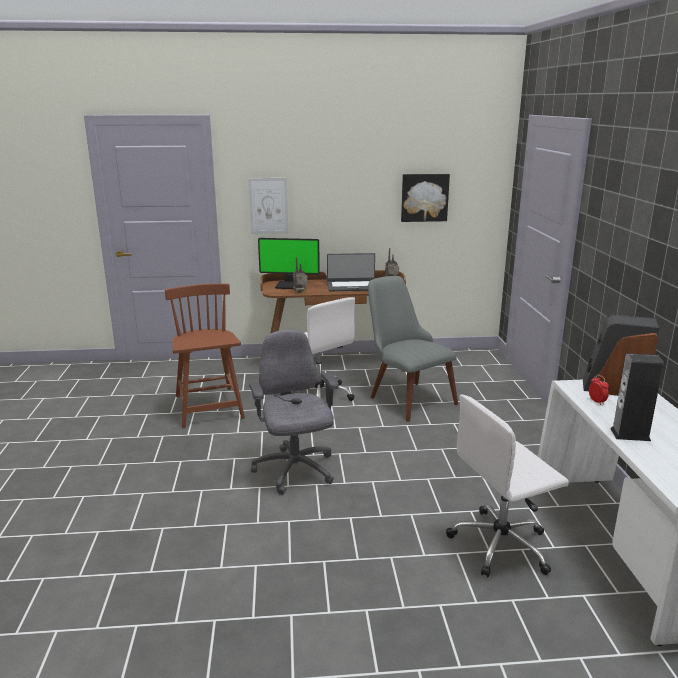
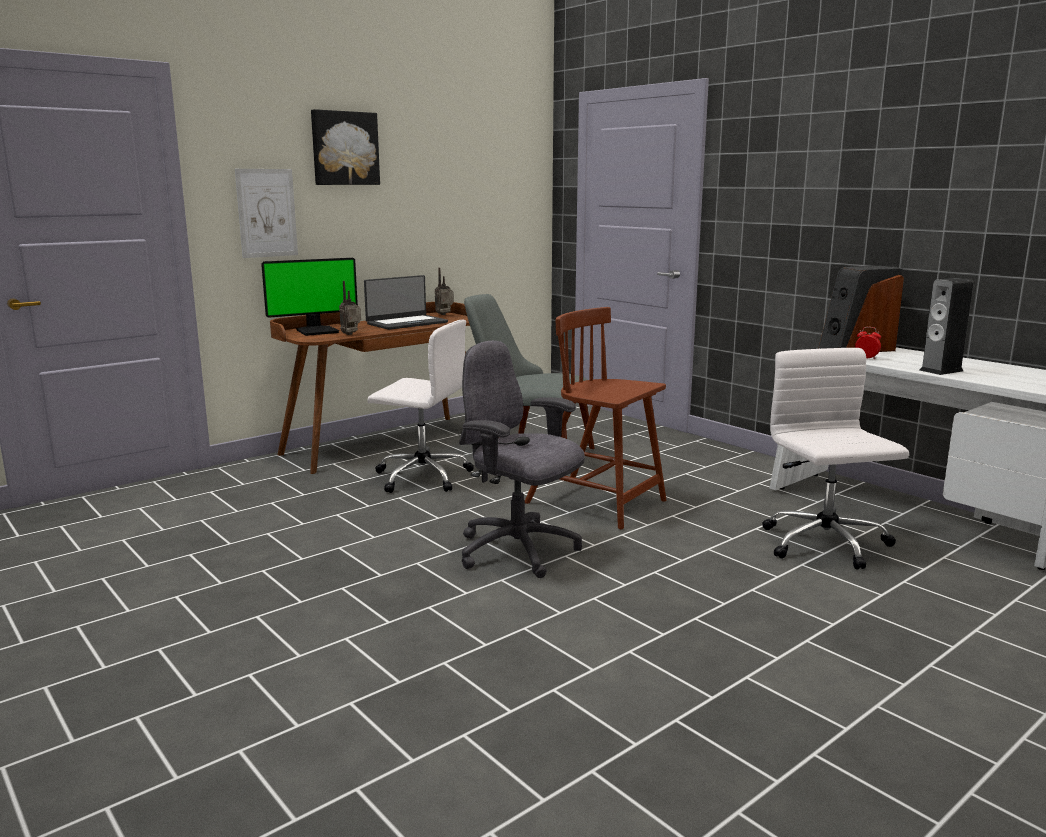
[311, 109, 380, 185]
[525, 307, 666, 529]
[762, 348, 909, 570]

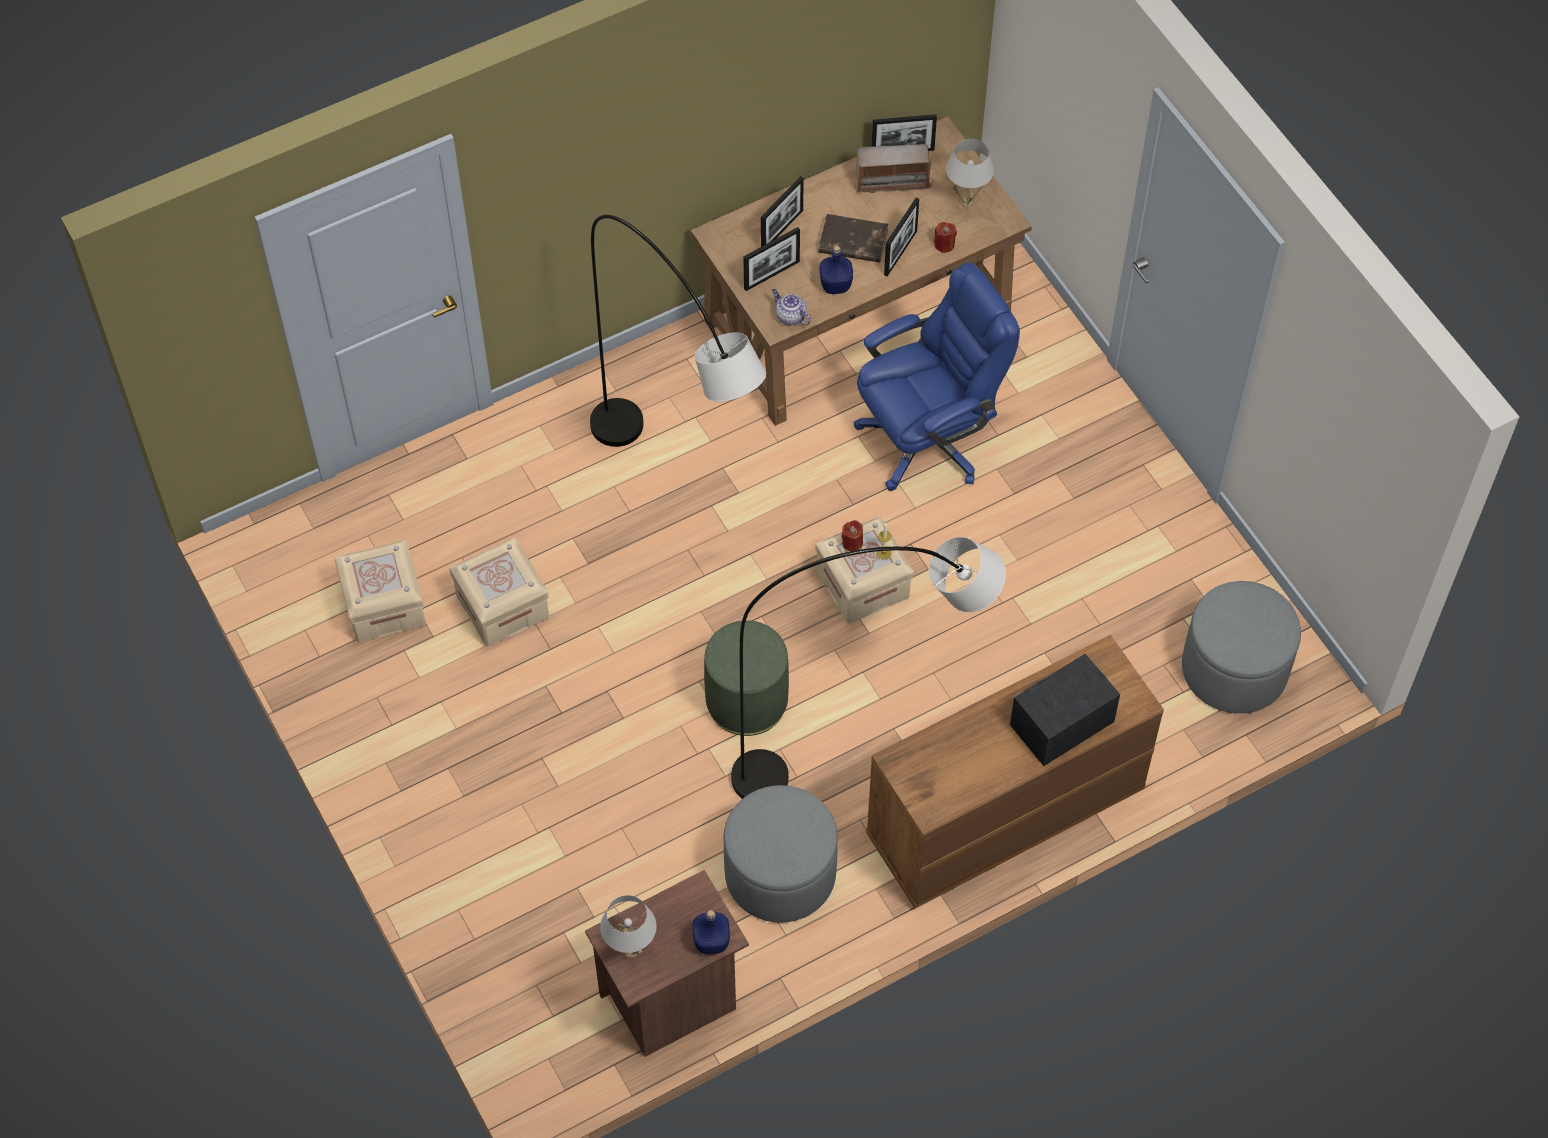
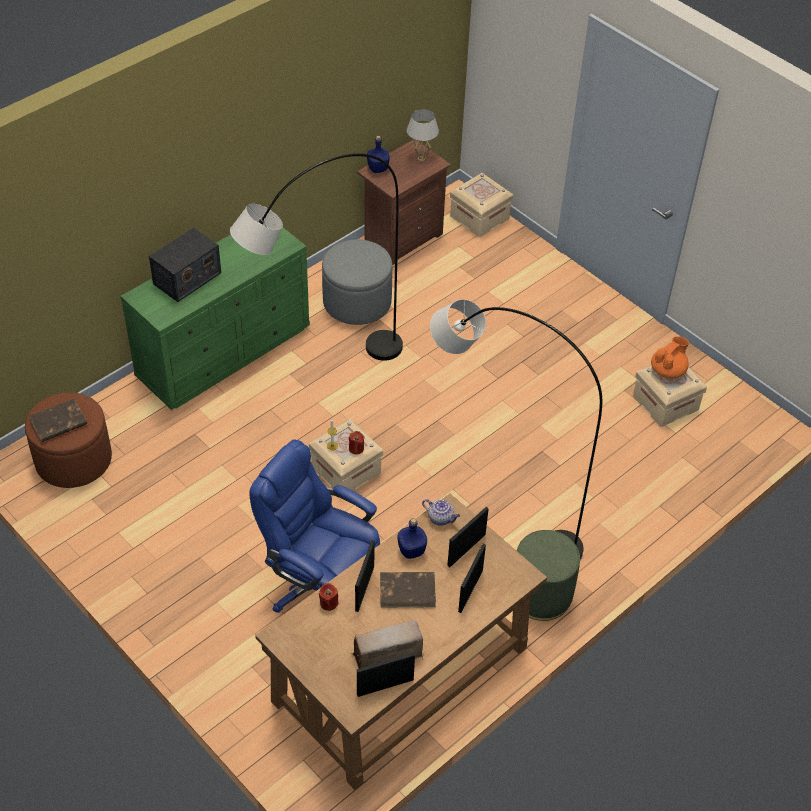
[946, 139, 994, 207] (first image)
[249, 439, 380, 613]
[450, 173, 513, 237]
[25, 392, 112, 488]
[517, 530, 580, 621]
[121, 227, 310, 410]
[651, 337, 689, 378]
[29, 399, 87, 442]

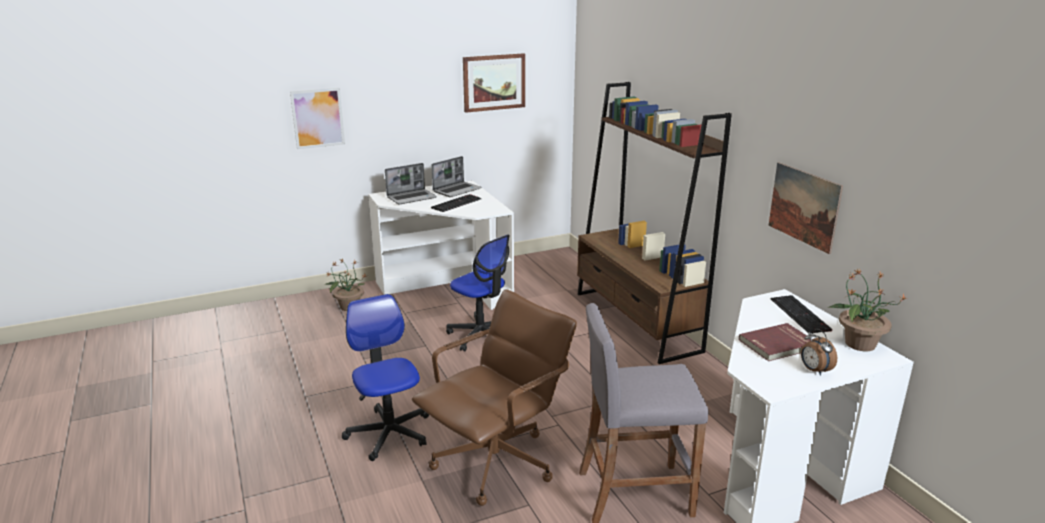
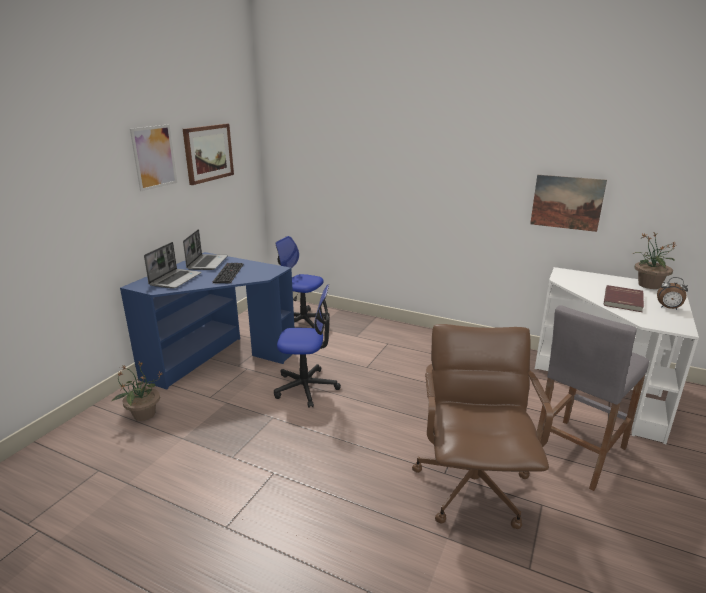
[577, 82, 732, 364] (first image)
[130, 124, 177, 191]
[120, 252, 294, 390]
[275, 236, 330, 329]
[771, 295, 832, 334] (first image)

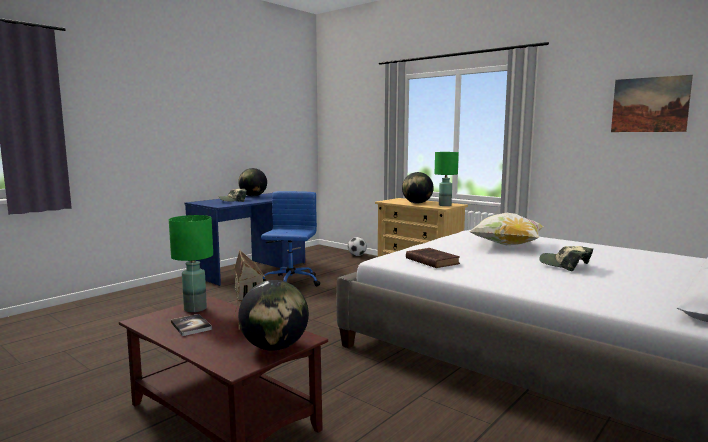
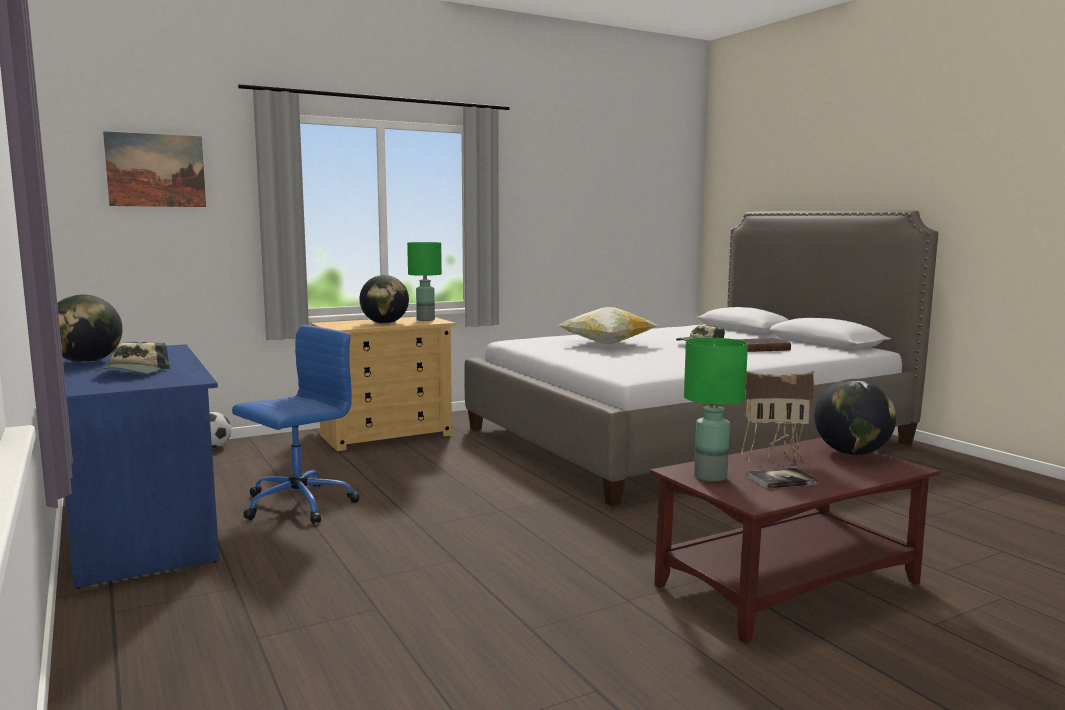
[103, 131, 206, 207]
[232, 325, 360, 524]
[736, 338, 791, 352]

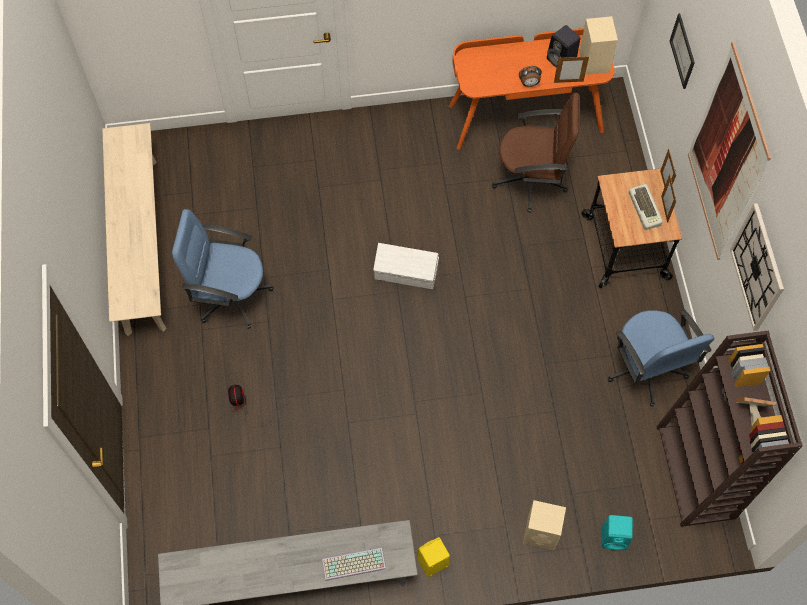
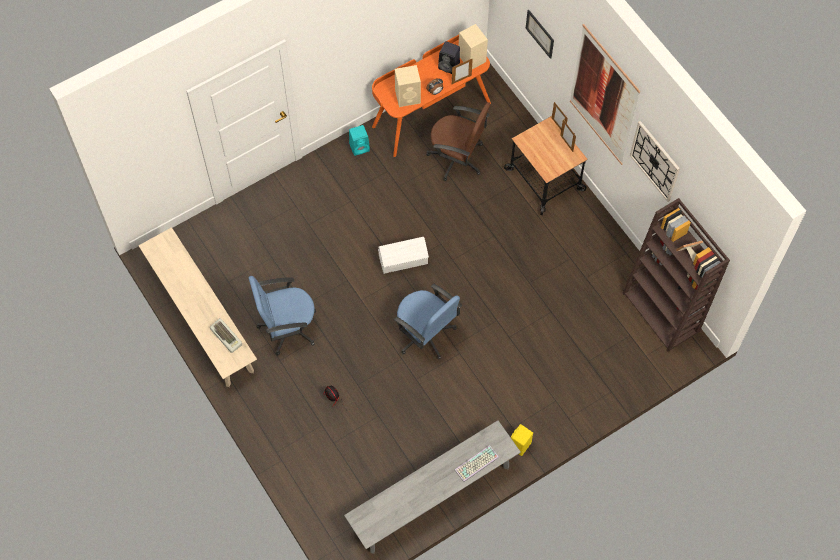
[426, 102, 491, 181]
[210, 318, 242, 353]
[394, 284, 462, 359]
[395, 65, 421, 107]
[349, 125, 370, 156]

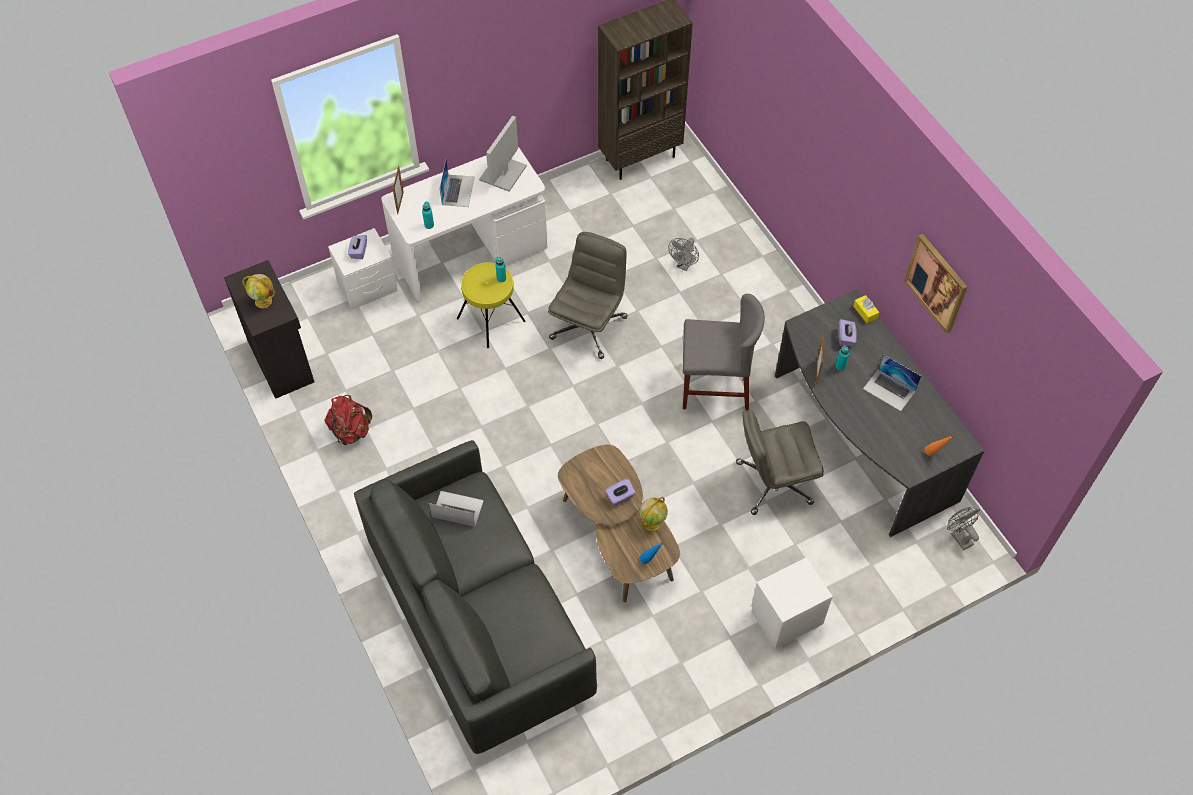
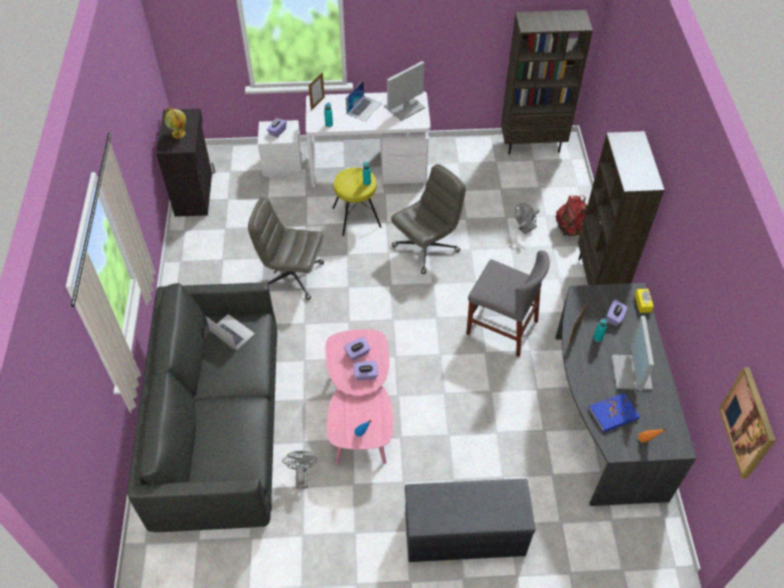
[719, 367, 776, 479]
[612, 316, 654, 391]
[556, 195, 587, 237]
[248, 197, 324, 300]
[325, 329, 393, 464]
[640, 497, 668, 532] (first image)
[282, 451, 317, 489]
[405, 479, 535, 562]
[578, 131, 664, 285]
[344, 337, 370, 361]
[588, 393, 640, 433]

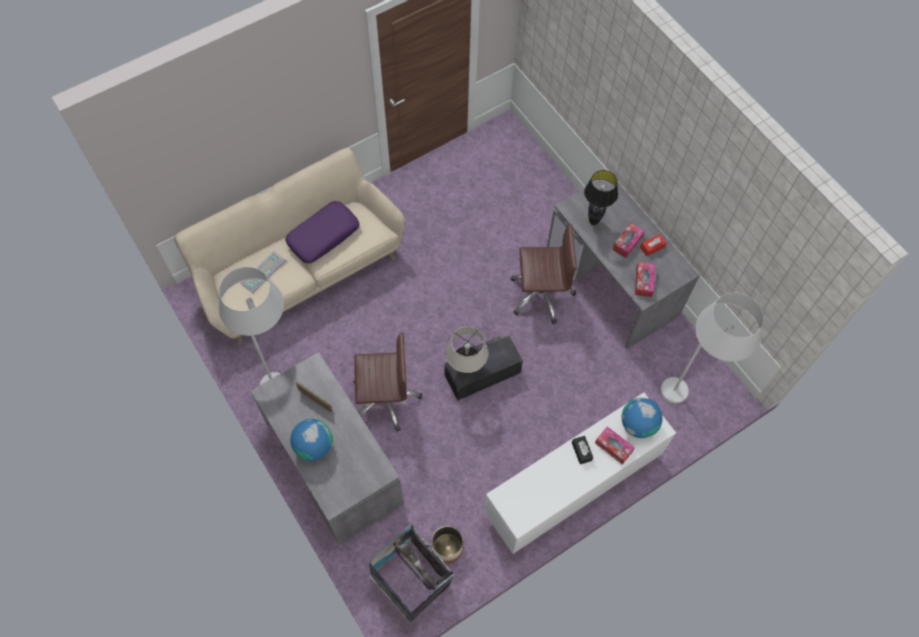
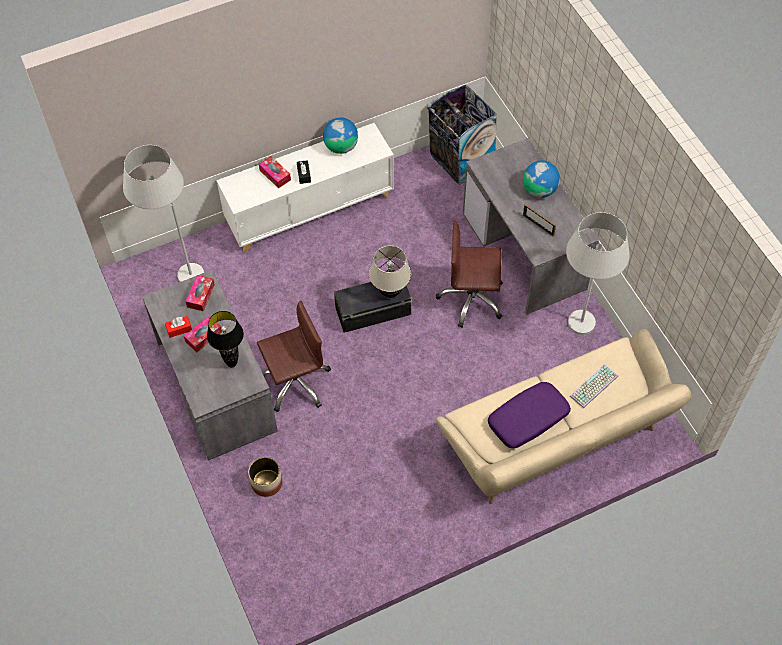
[257, 300, 331, 412]
[323, 118, 358, 154]
[248, 457, 282, 497]

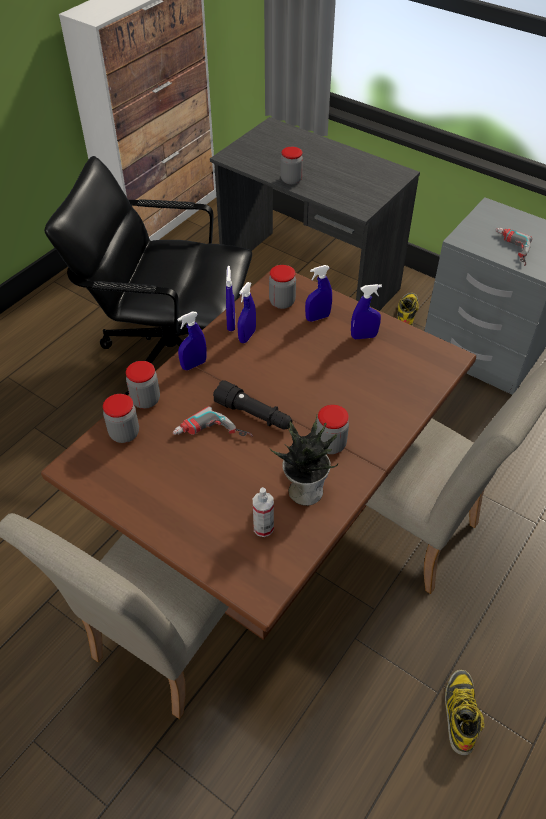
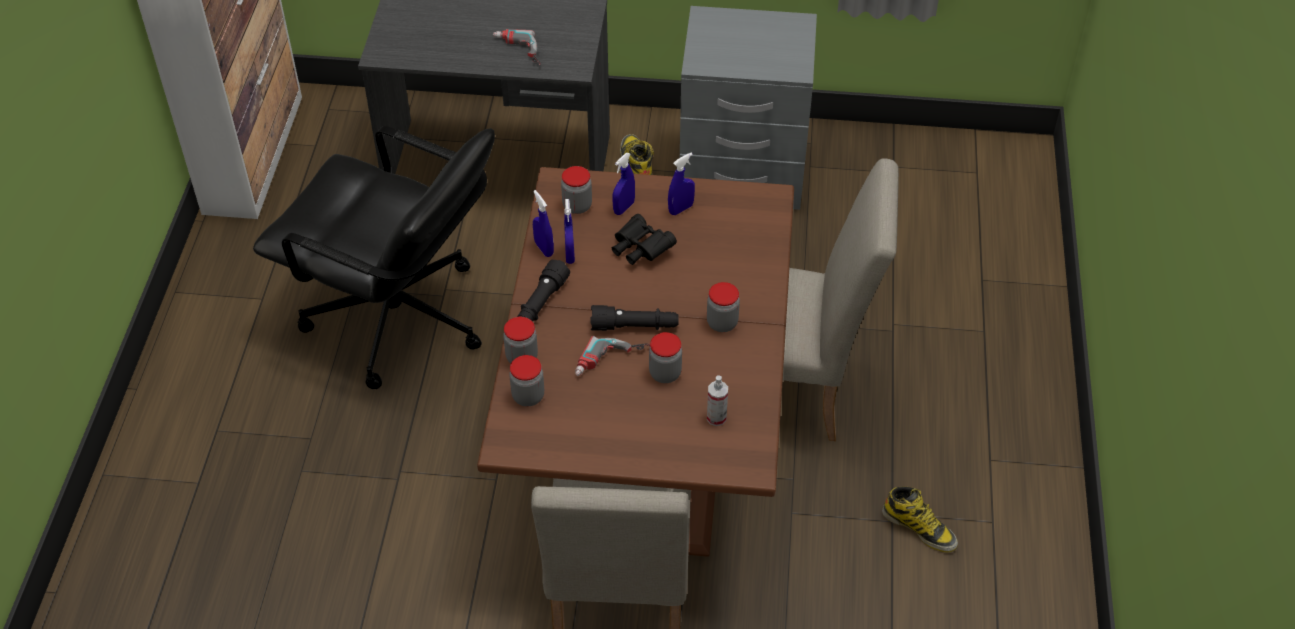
[649, 332, 682, 383]
[253, 126, 495, 389]
[493, 29, 541, 66]
[517, 259, 570, 322]
[270, 415, 338, 506] (first image)
[882, 487, 958, 553]
[612, 214, 677, 265]

